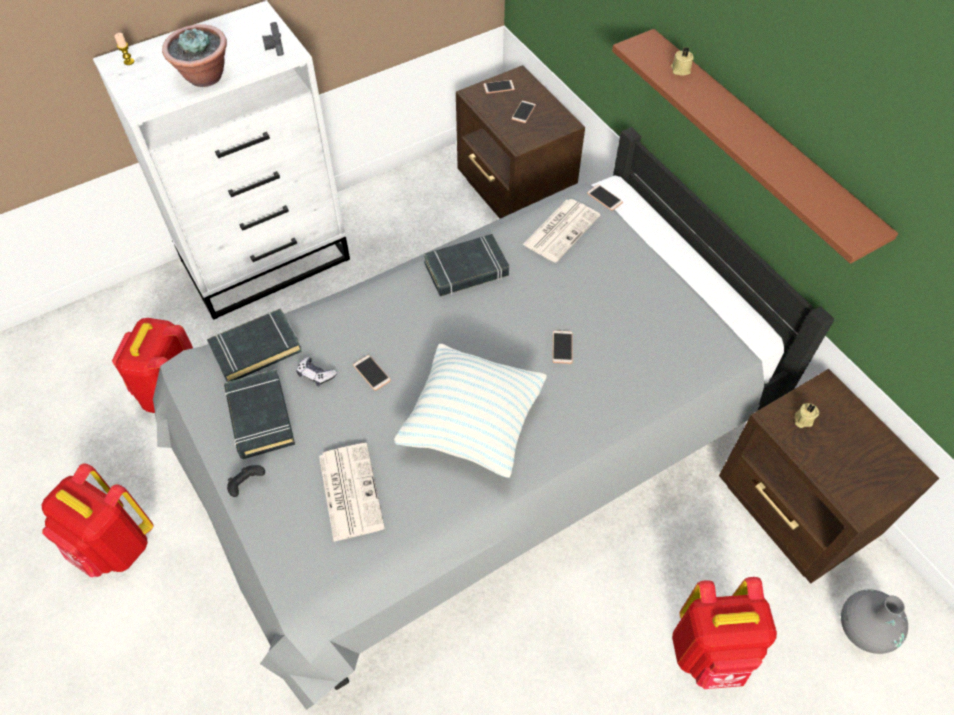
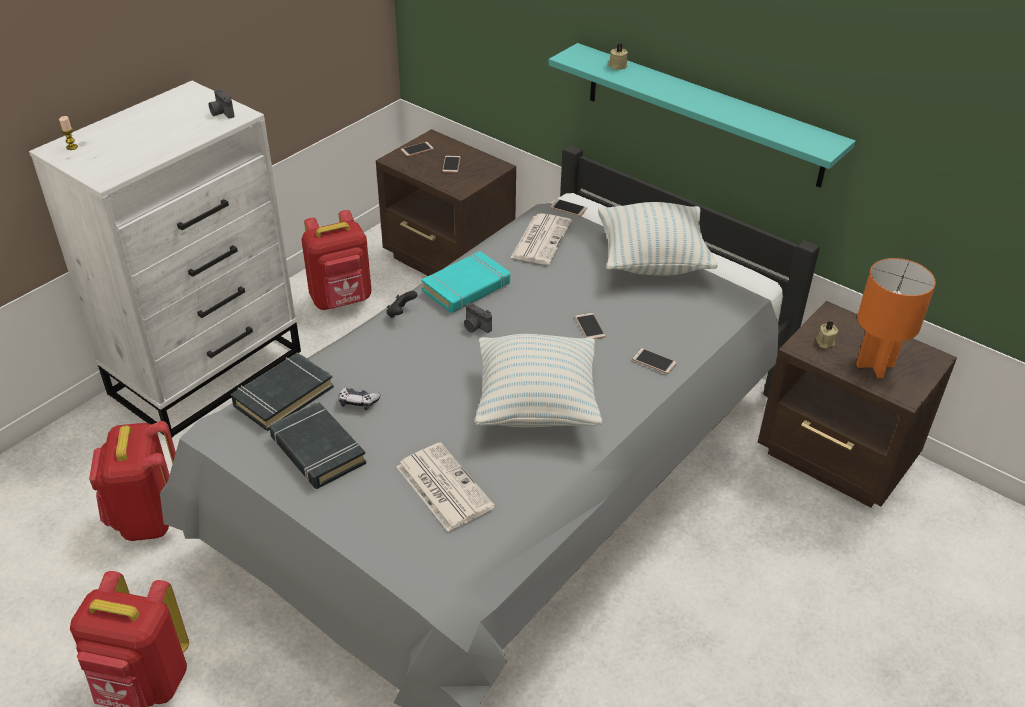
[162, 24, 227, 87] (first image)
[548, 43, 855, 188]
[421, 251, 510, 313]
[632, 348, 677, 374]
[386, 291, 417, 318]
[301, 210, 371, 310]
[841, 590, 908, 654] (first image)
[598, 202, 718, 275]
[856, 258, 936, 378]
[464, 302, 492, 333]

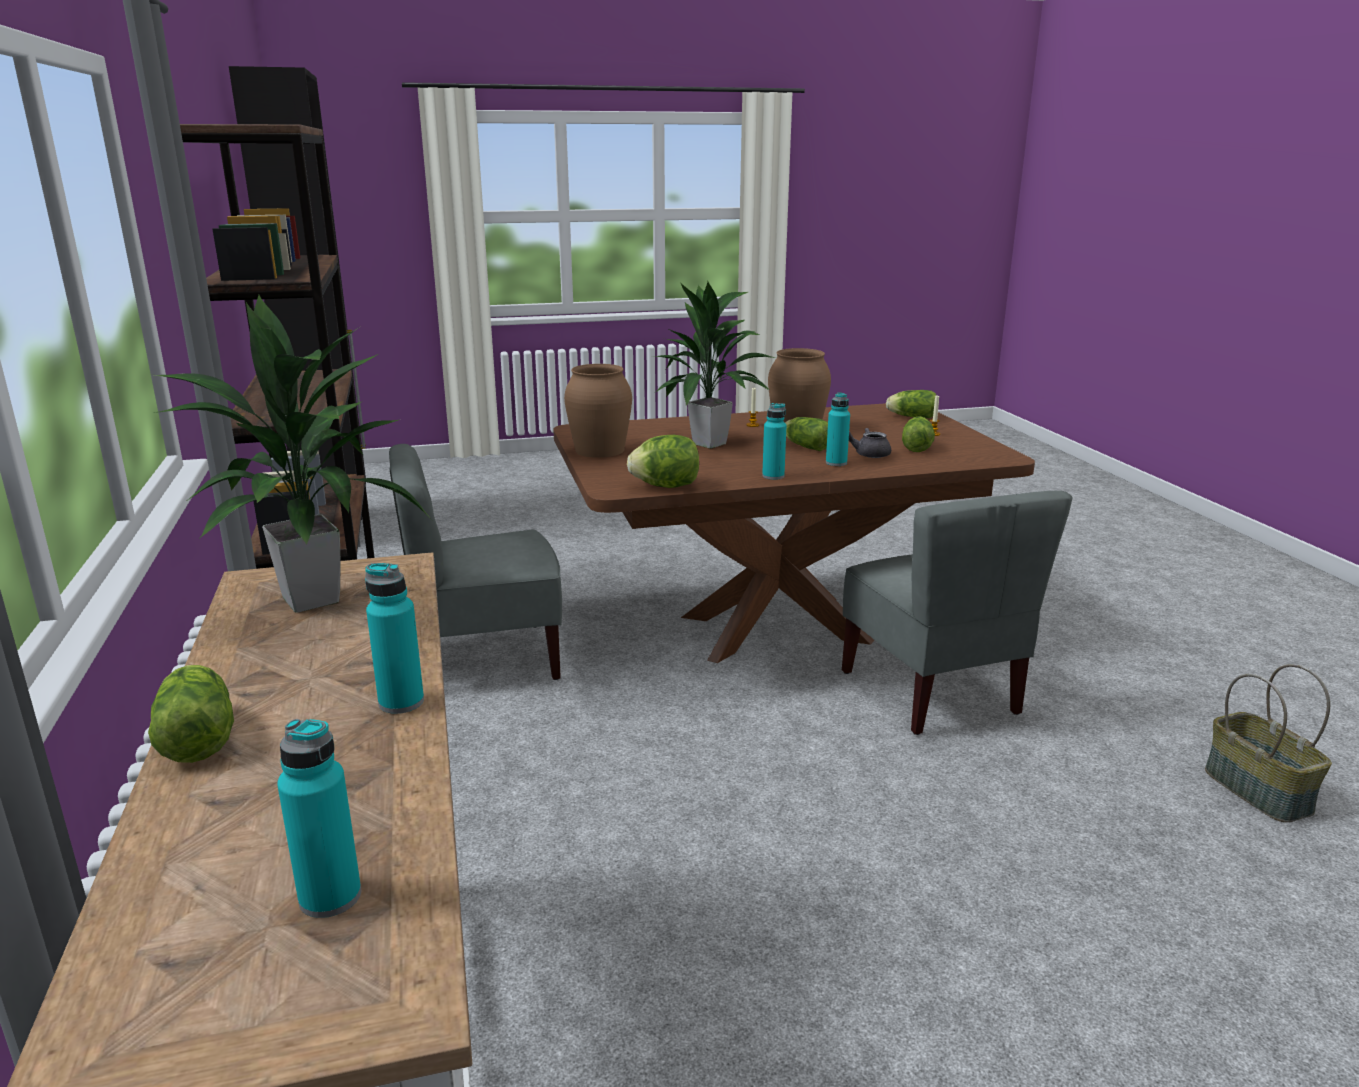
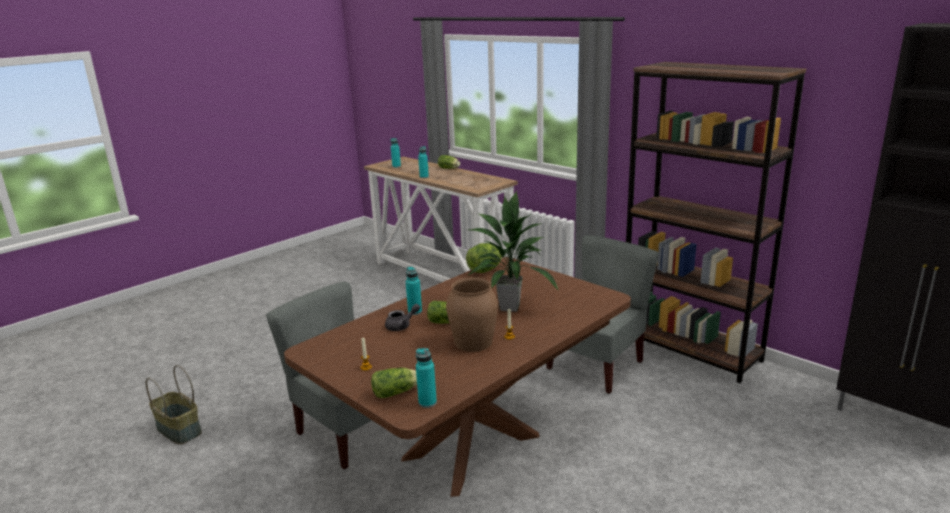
[149, 295, 433, 613] (first image)
[564, 364, 632, 458] (first image)
[416, 348, 437, 408]
[902, 416, 935, 452] (first image)

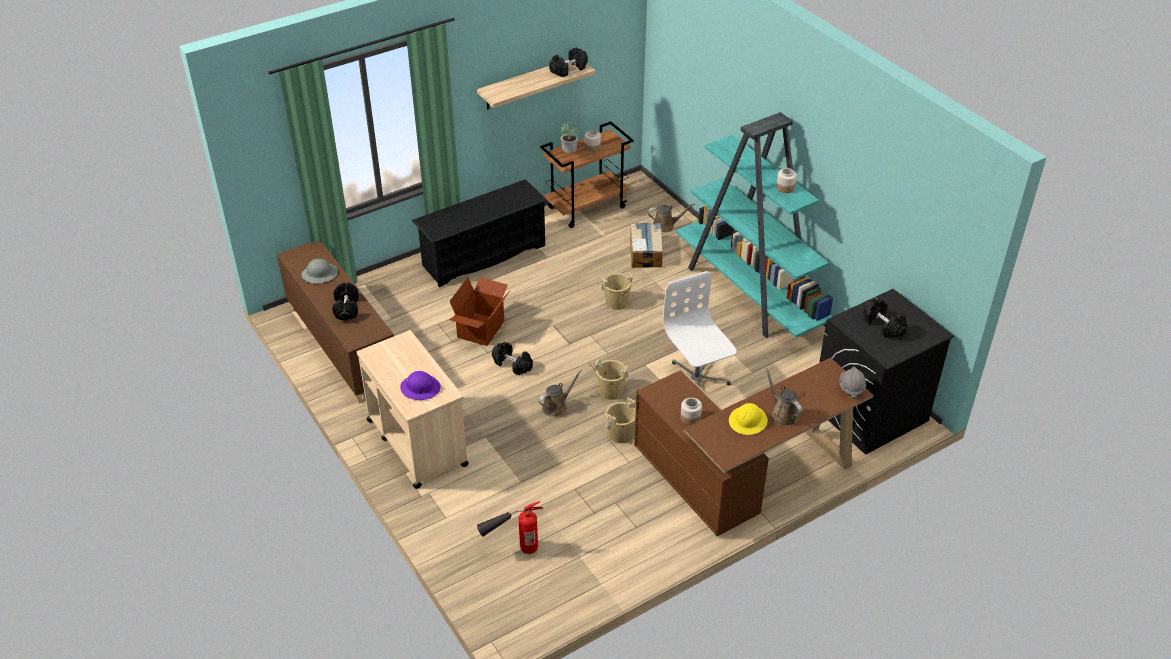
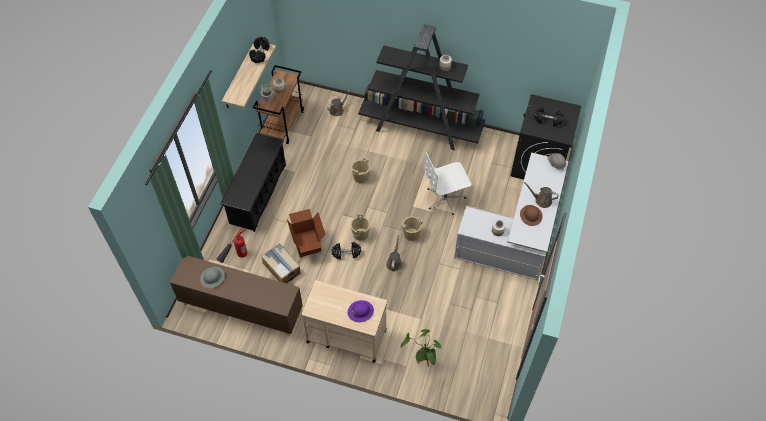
[358, 24, 485, 150]
[262, 243, 301, 284]
[423, 152, 471, 215]
[332, 282, 359, 320] (first image)
[454, 152, 569, 280]
[350, 213, 370, 241]
[520, 205, 543, 226]
[216, 228, 247, 263]
[401, 329, 442, 367]

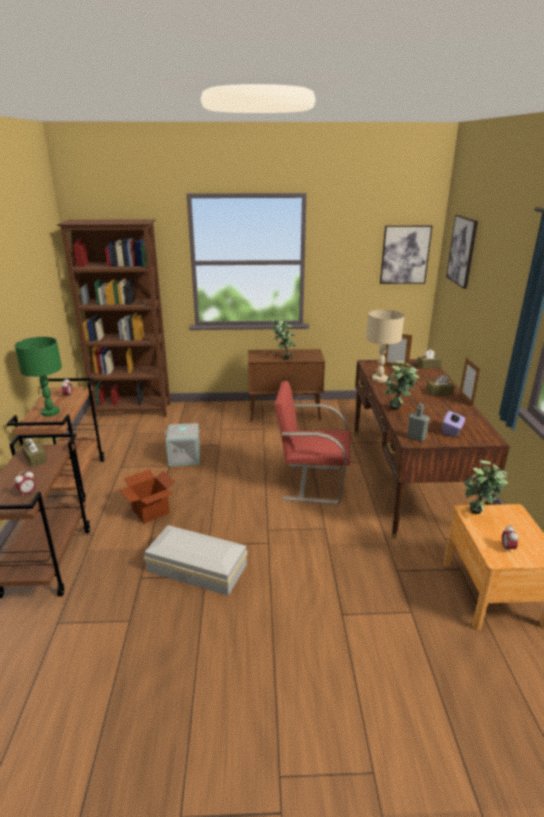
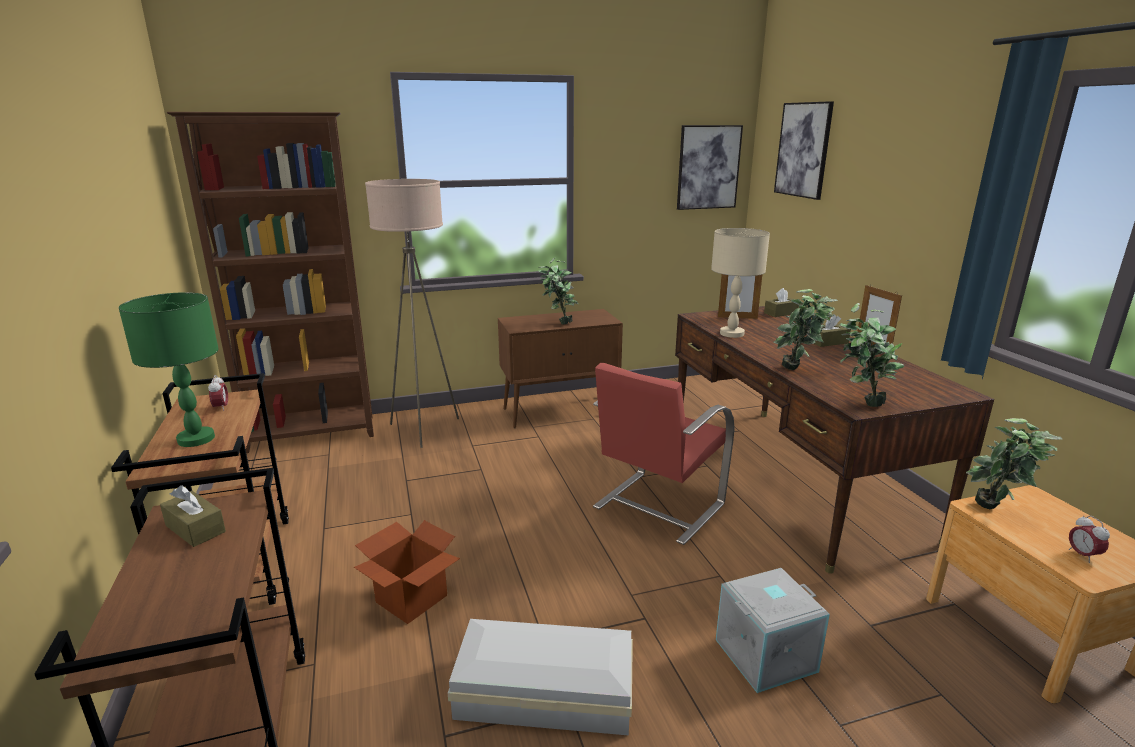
[593, 363, 735, 545]
[839, 303, 904, 407]
[443, 411, 465, 437] (first image)
[716, 568, 830, 693]
[15, 470, 36, 496] (first image)
[365, 179, 459, 448]

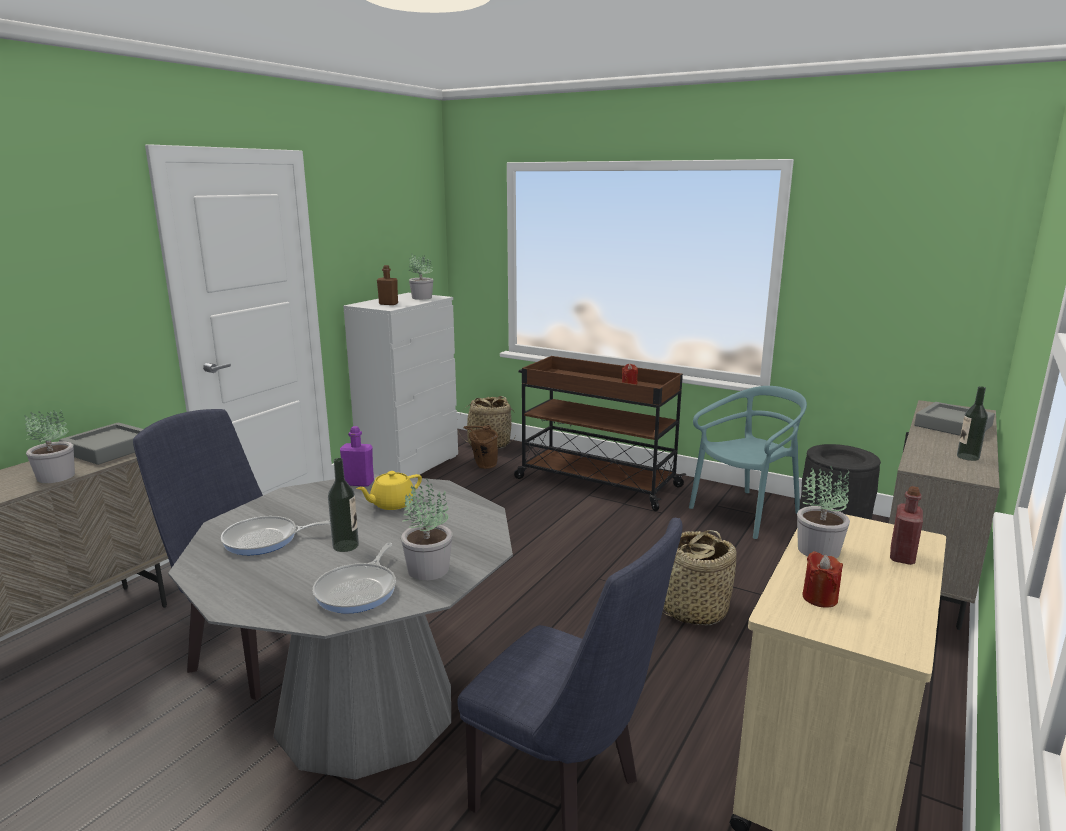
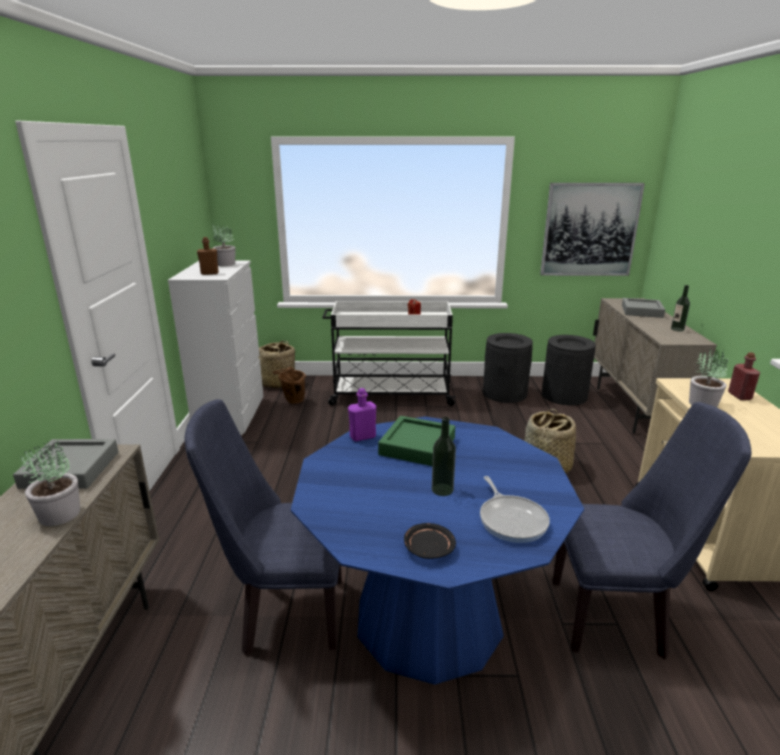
[322, 301, 457, 406]
[483, 333, 533, 403]
[378, 416, 455, 466]
[291, 416, 584, 685]
[401, 479, 453, 581] (first image)
[221, 516, 330, 555] (first image)
[802, 551, 843, 607] (first image)
[540, 183, 645, 276]
[404, 523, 456, 559]

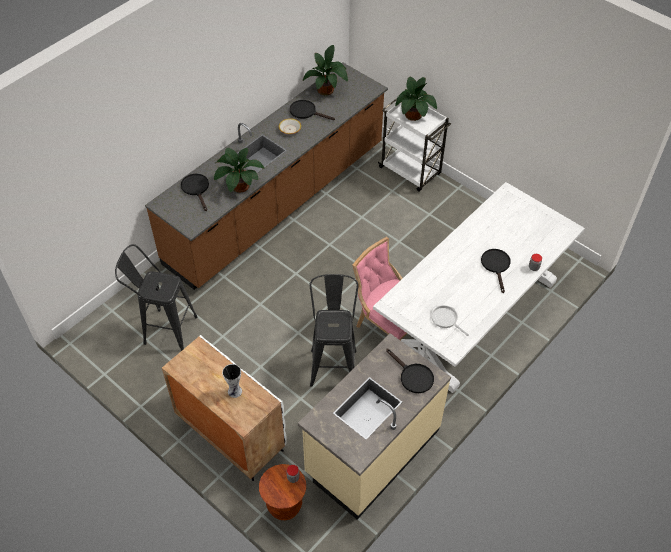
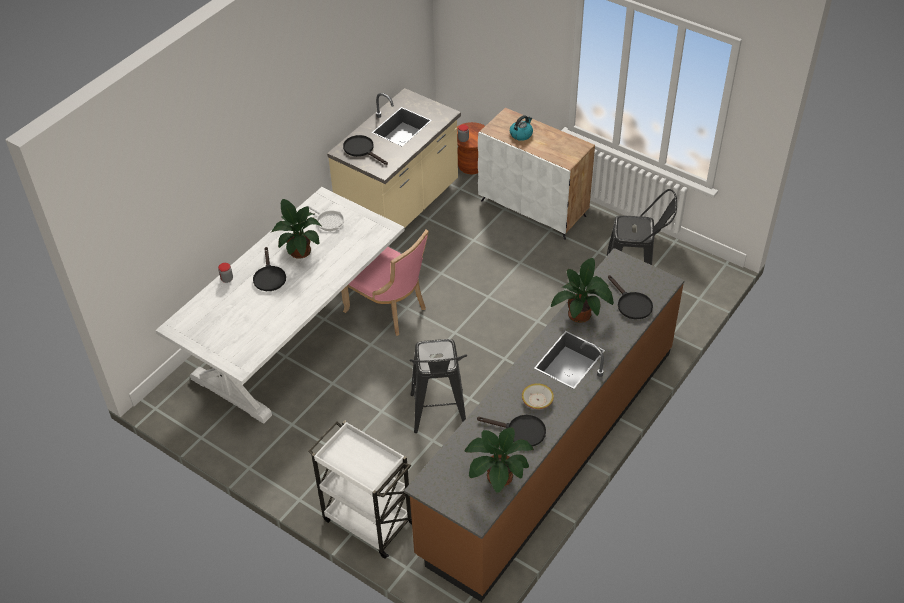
[271, 199, 322, 258]
[410, 339, 467, 433]
[510, 115, 533, 141]

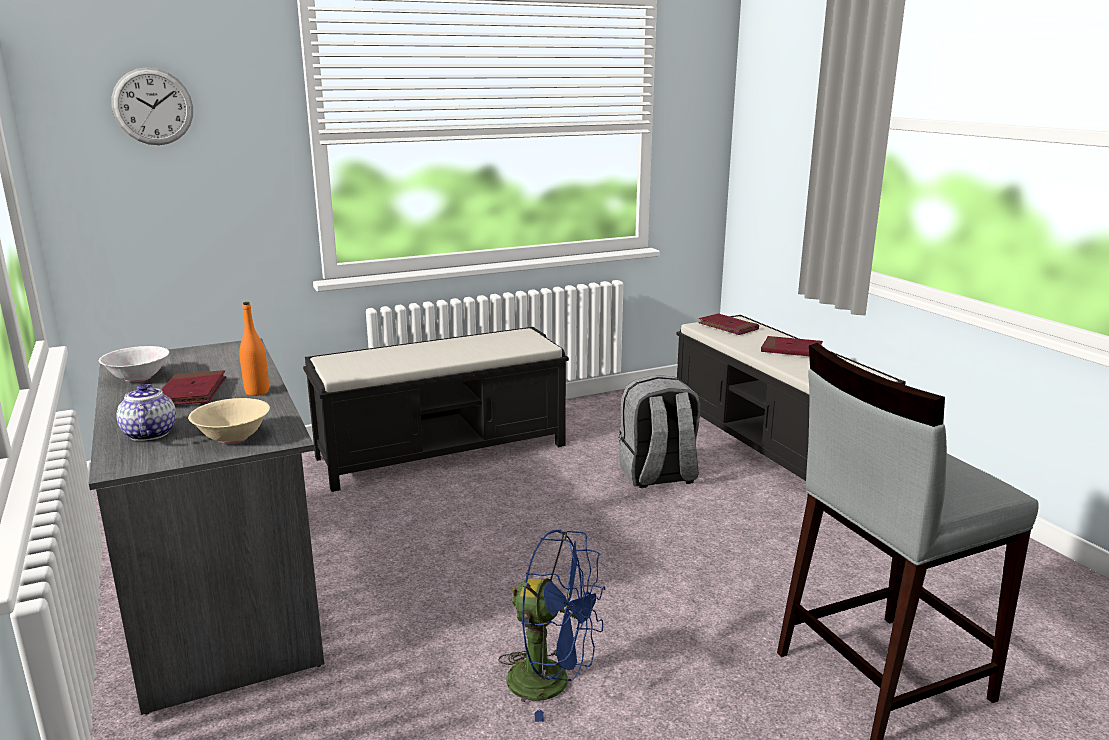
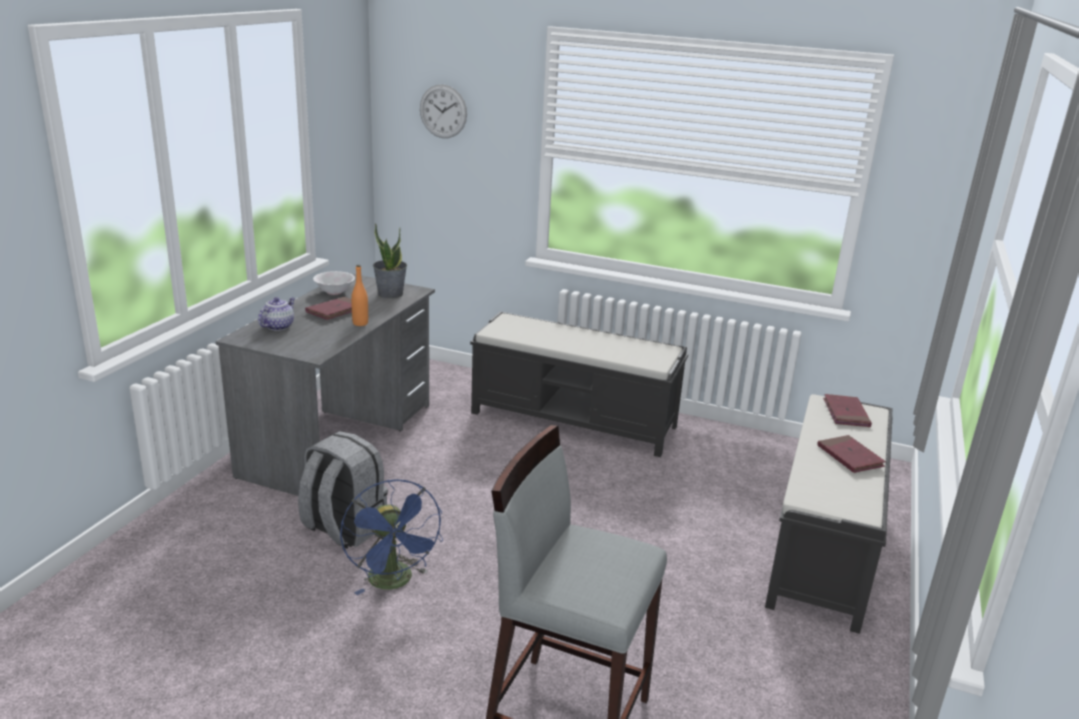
[298, 431, 388, 549]
[188, 398, 270, 444] (first image)
[373, 223, 407, 299]

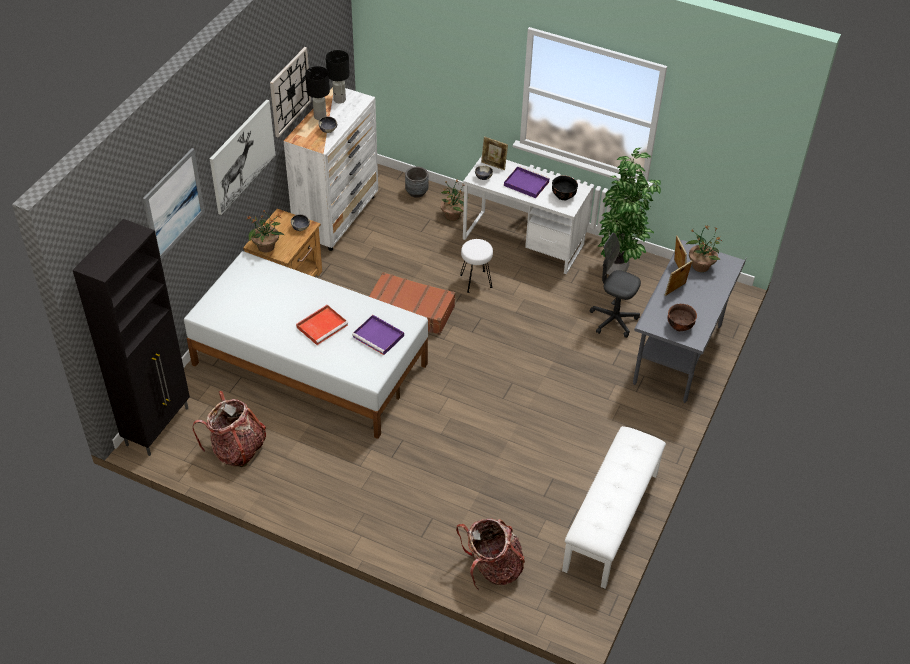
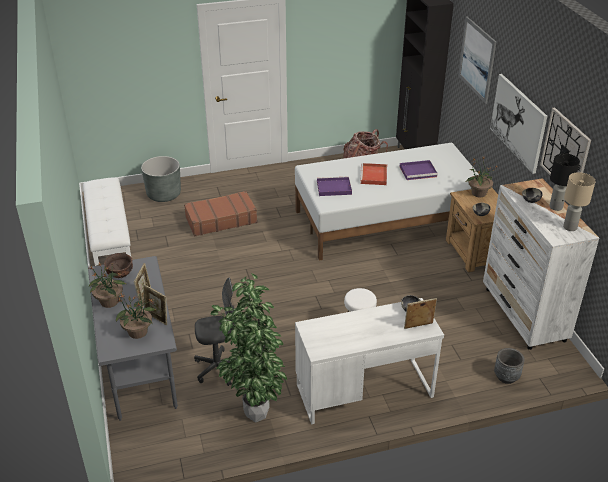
[563, 172, 596, 231]
[400, 160, 438, 180]
[552, 175, 578, 200] (first image)
[89, 263, 126, 308]
[184, 191, 258, 237]
[141, 156, 181, 202]

